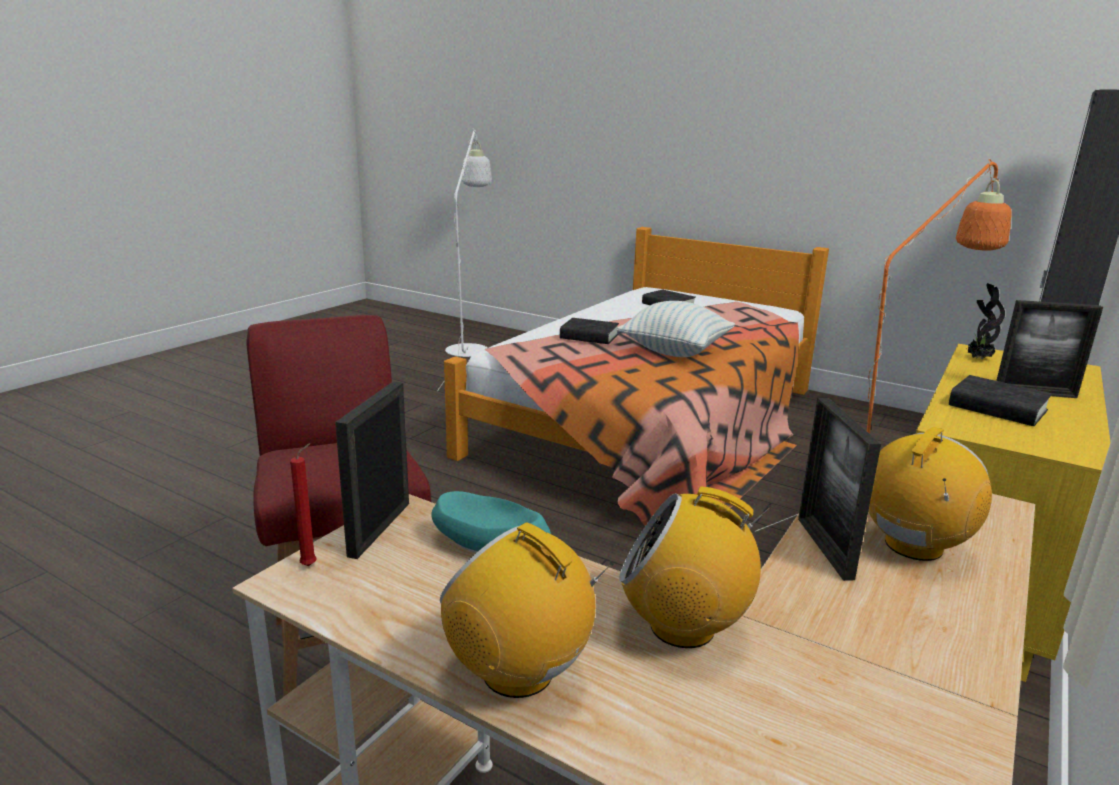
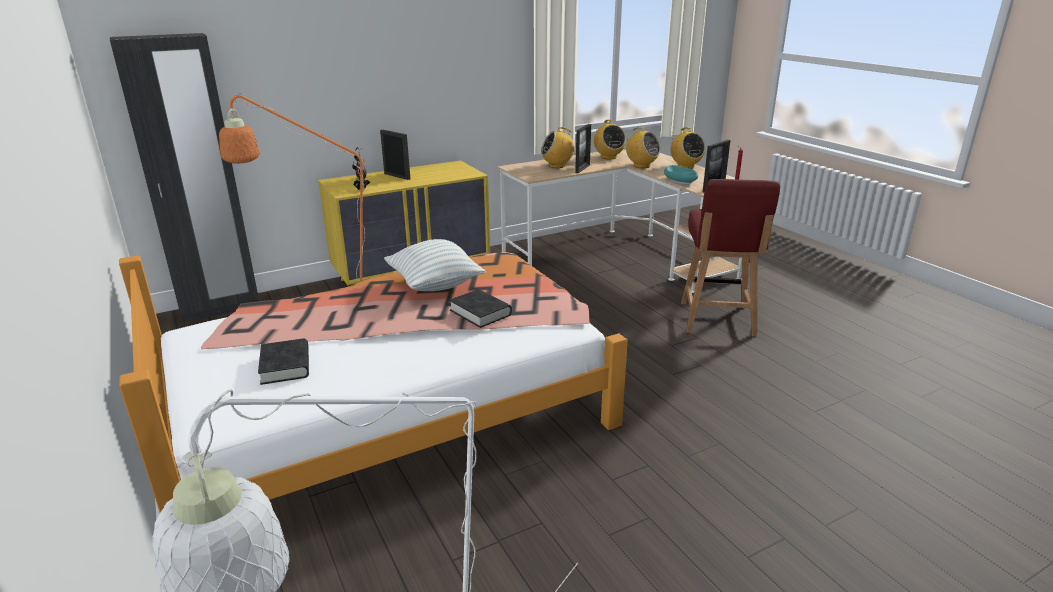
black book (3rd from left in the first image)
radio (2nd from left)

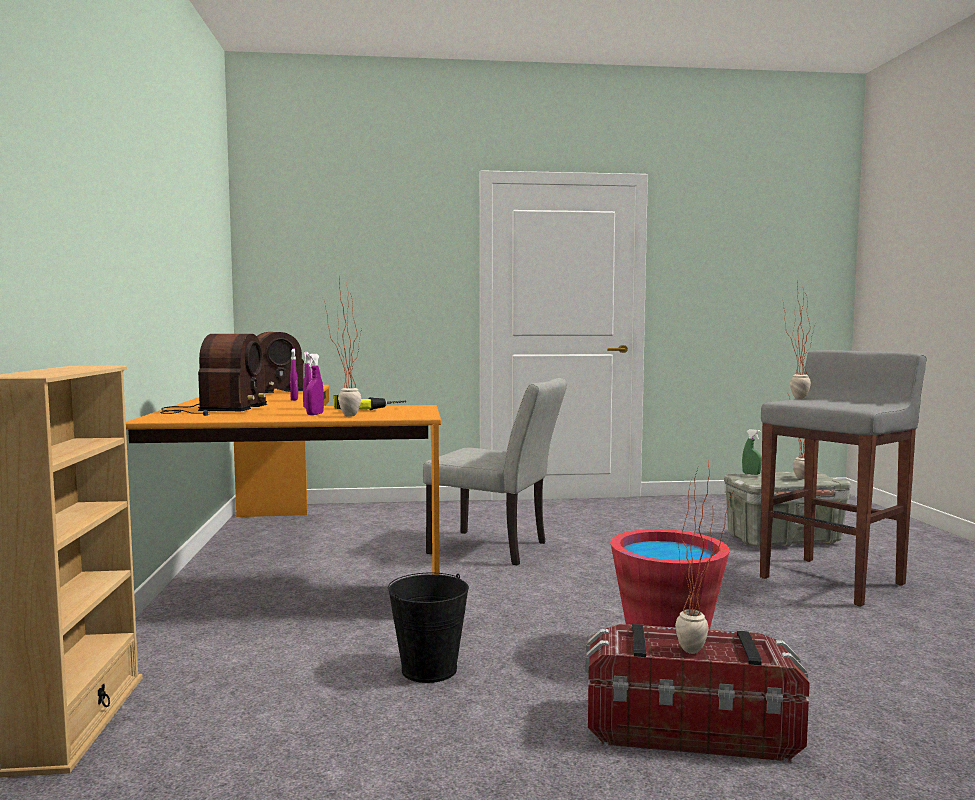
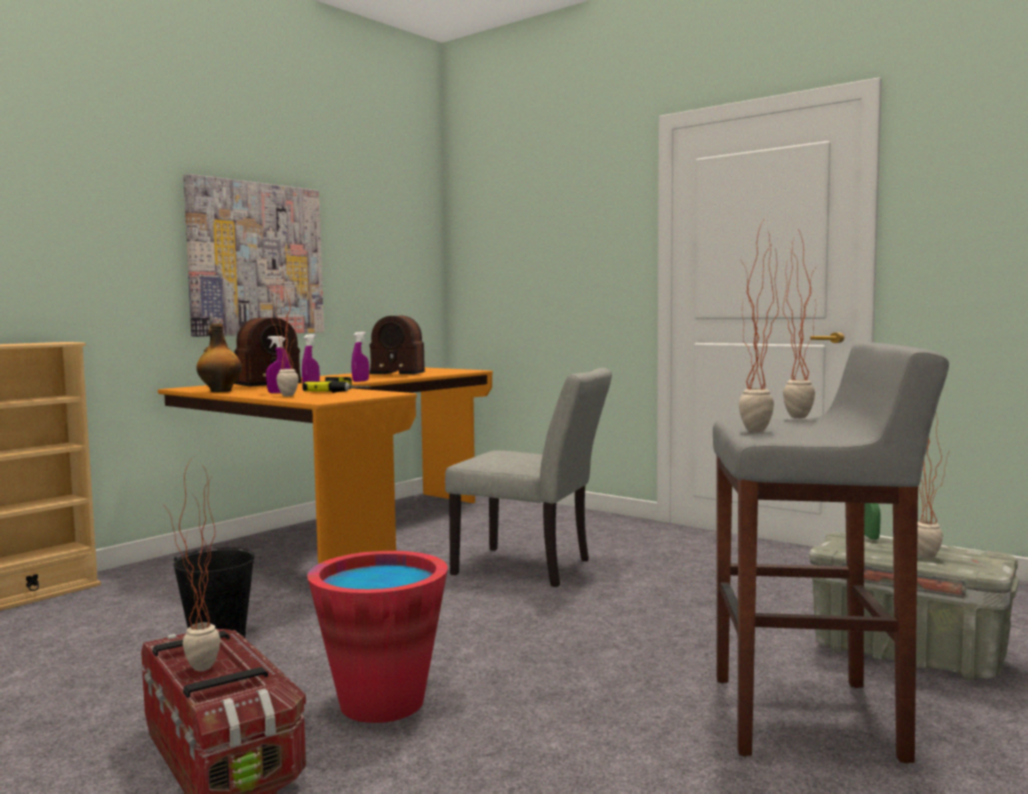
grey chair
picture
potted plant (3rd from left)
bottle

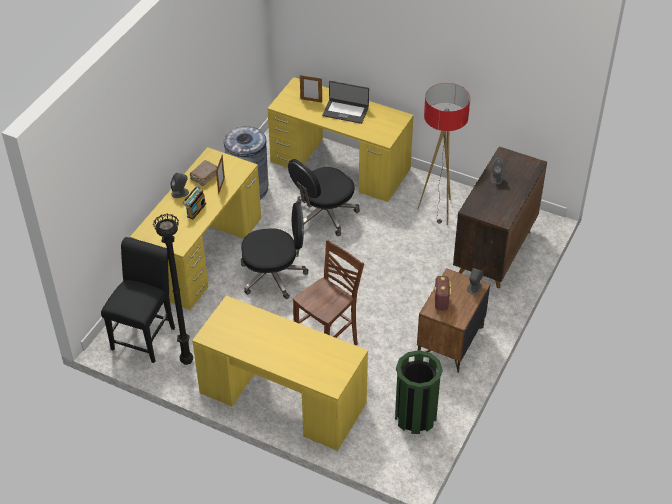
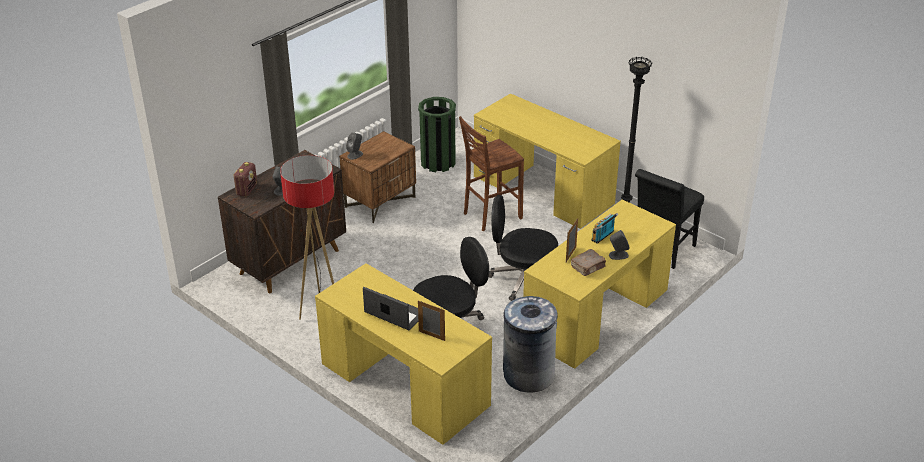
radio (1st from left)

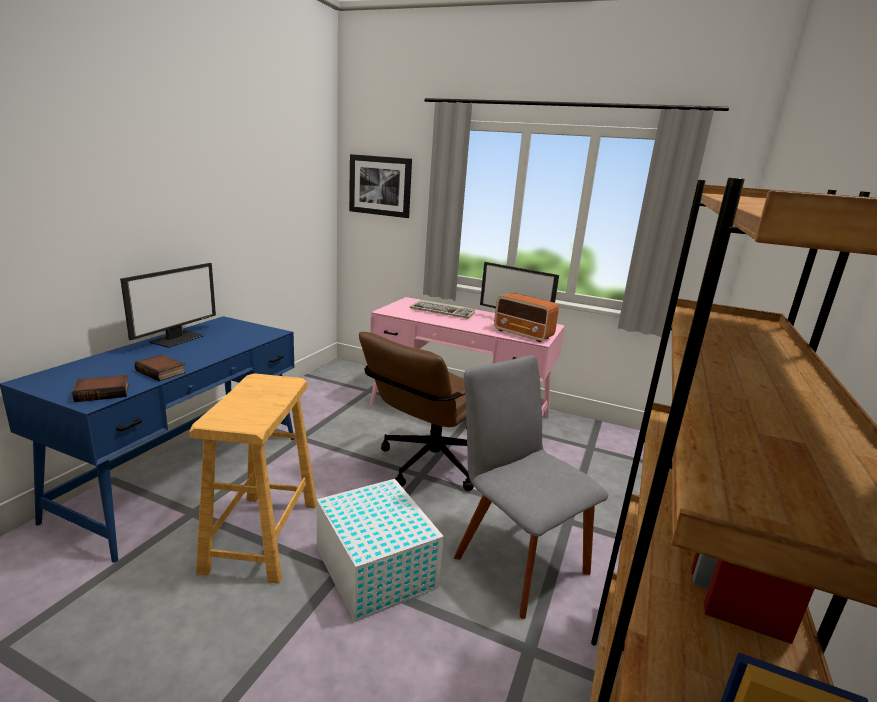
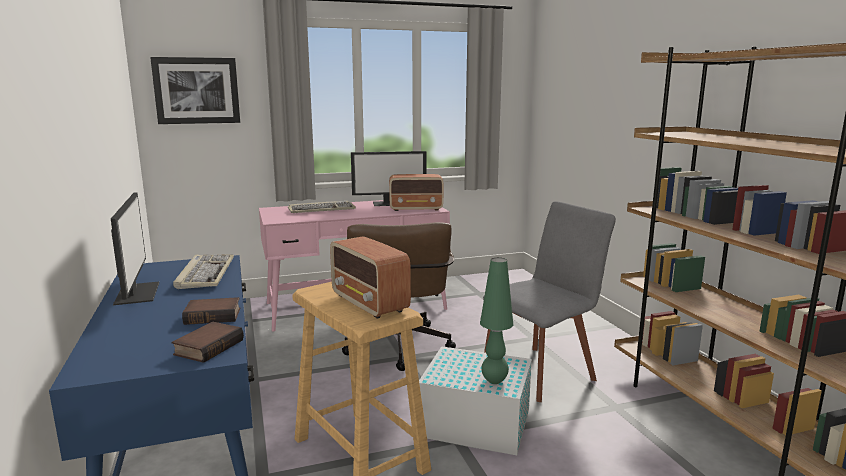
grey chair
radio (1st from left)
keyboard (1st from left)
green table lamp

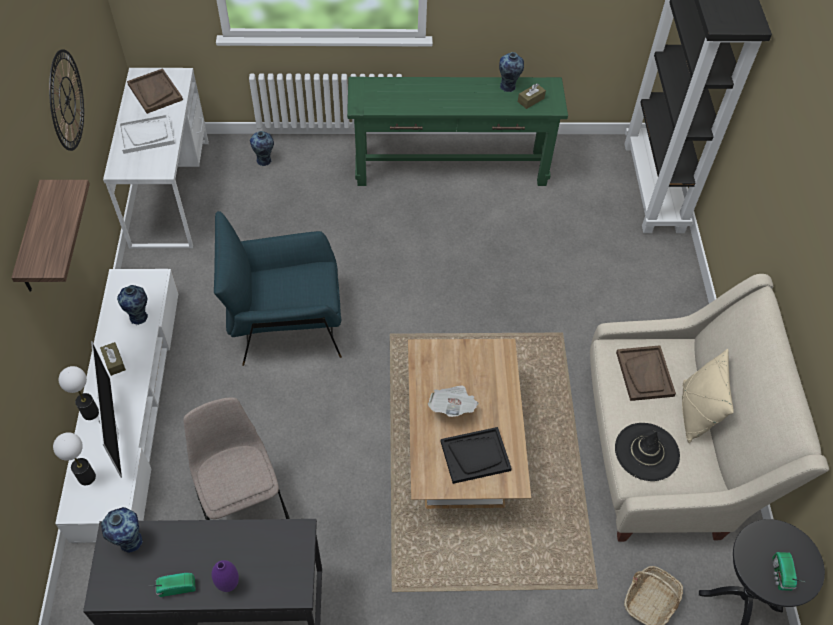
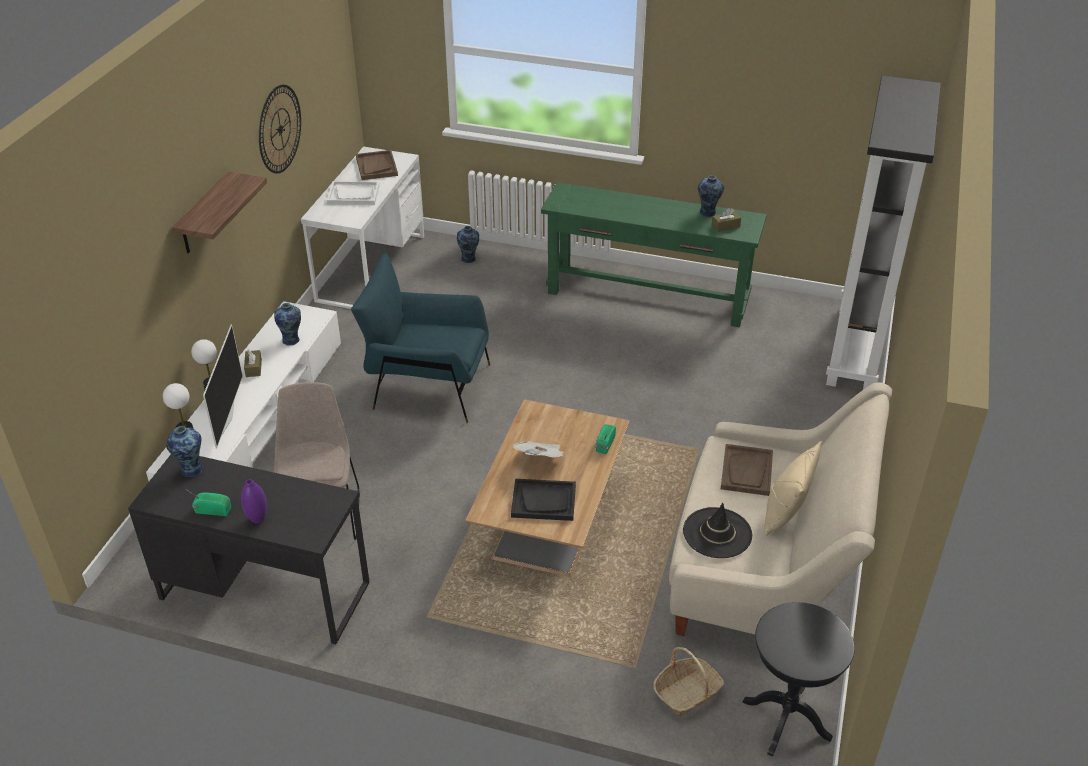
radio (2nd from left)

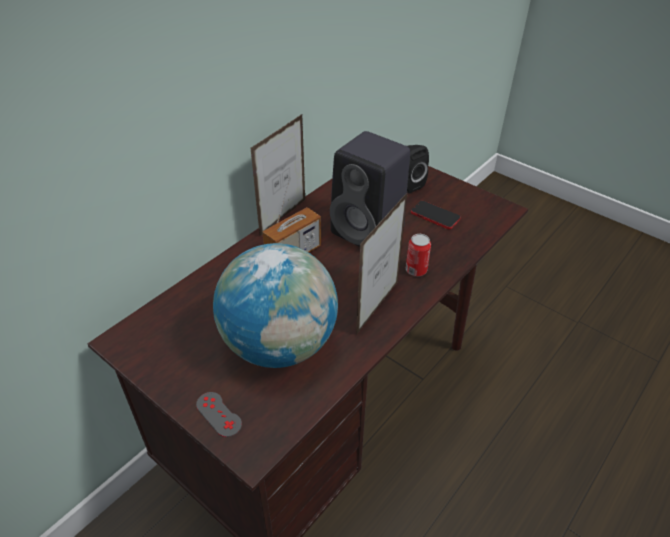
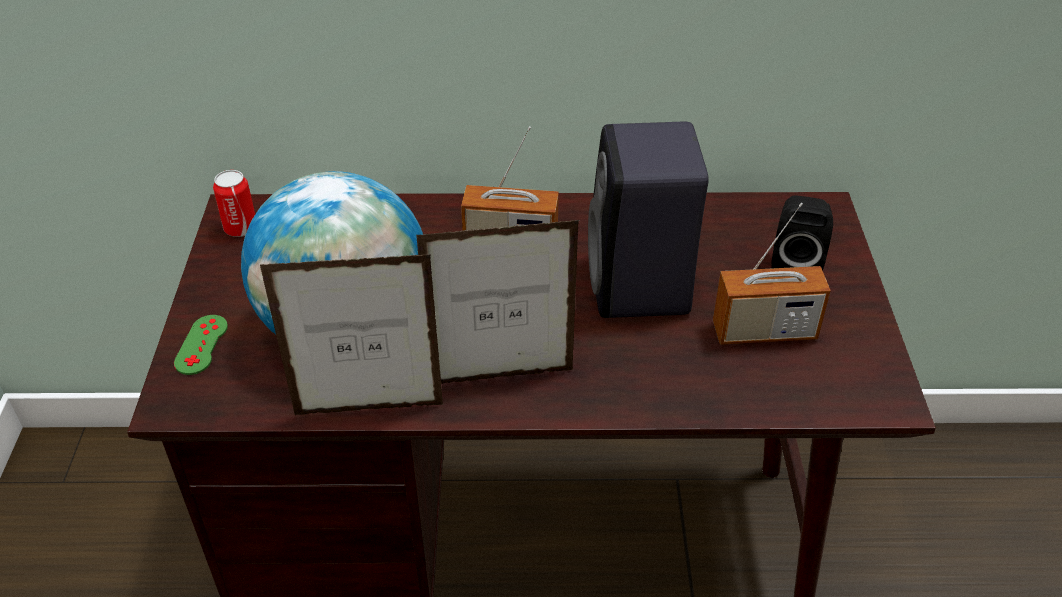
picture frame (1st from left)
radio (2nd from left)
can
green game controller

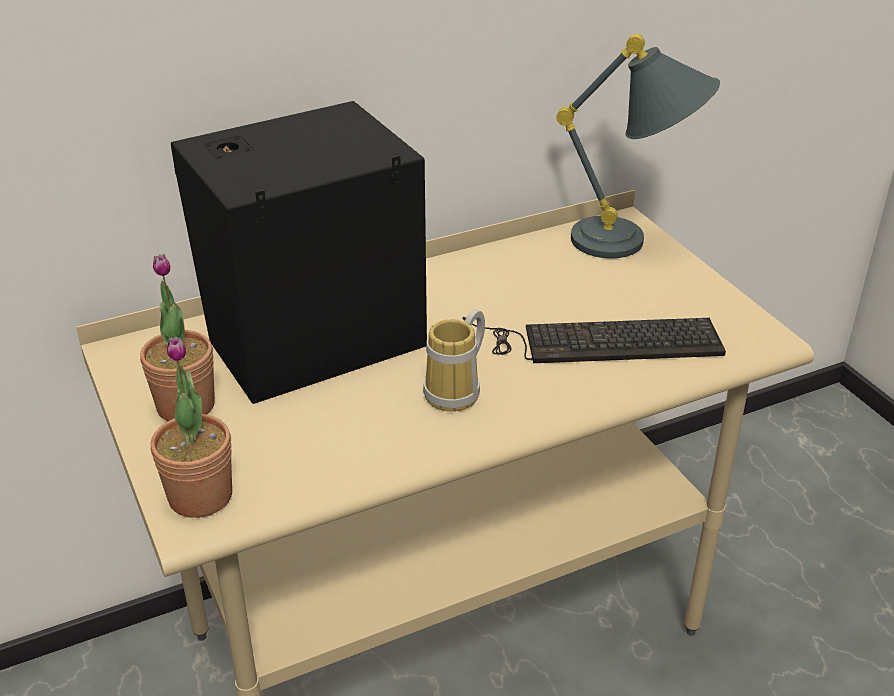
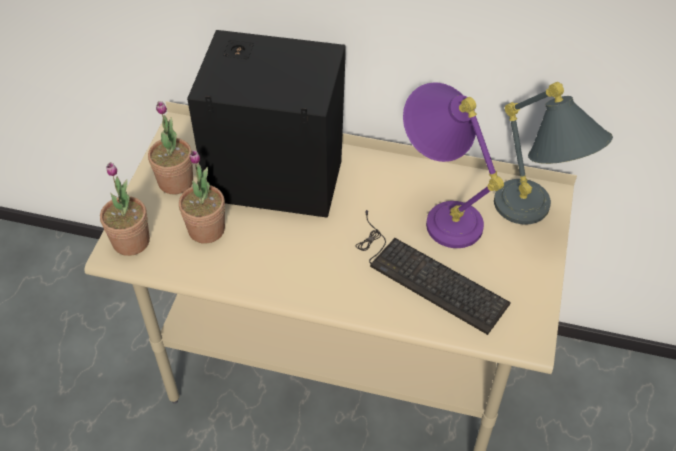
mug
purple table lamp
potted plant (3rd from left)

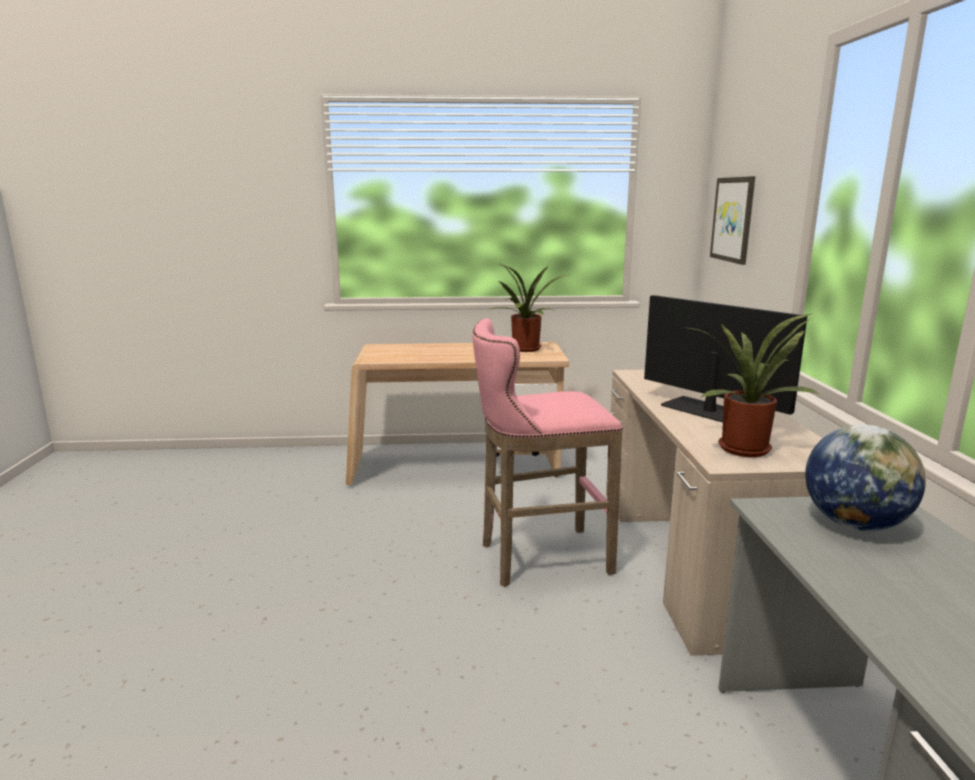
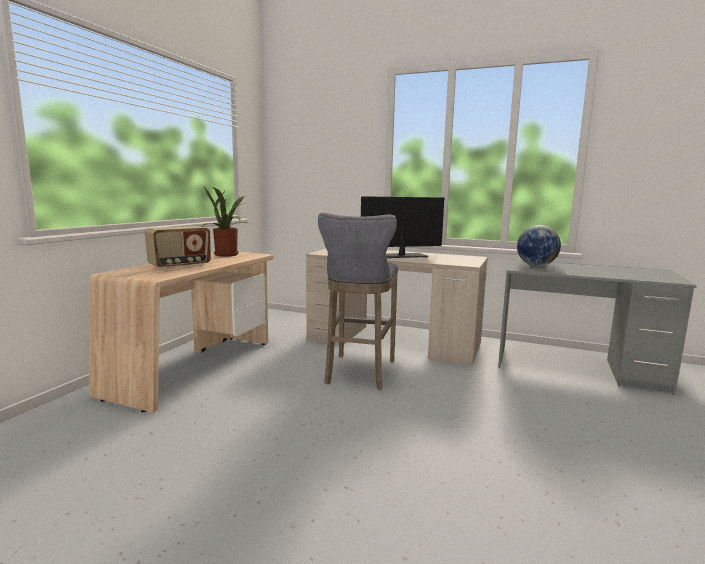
picture
potted plant (2nd from left in the first image)
grey stool
radio

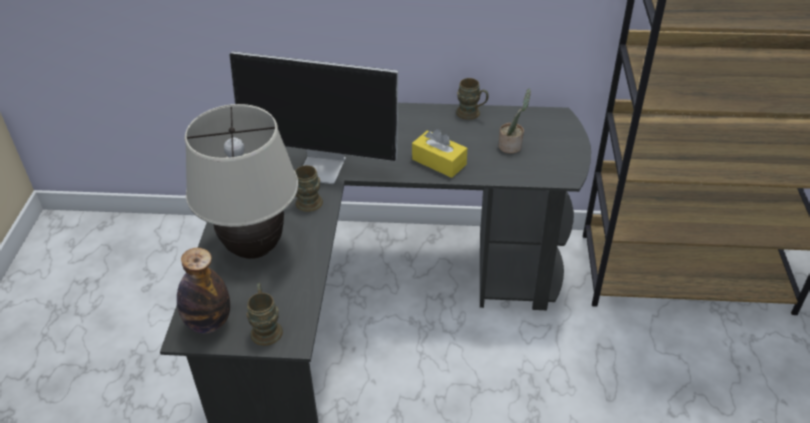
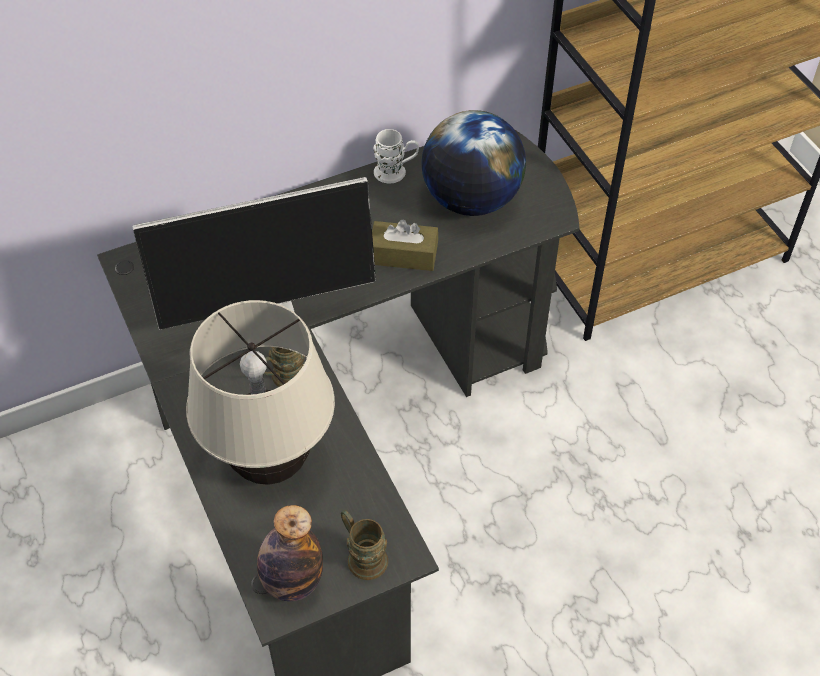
white mug
globe
brown tissue box

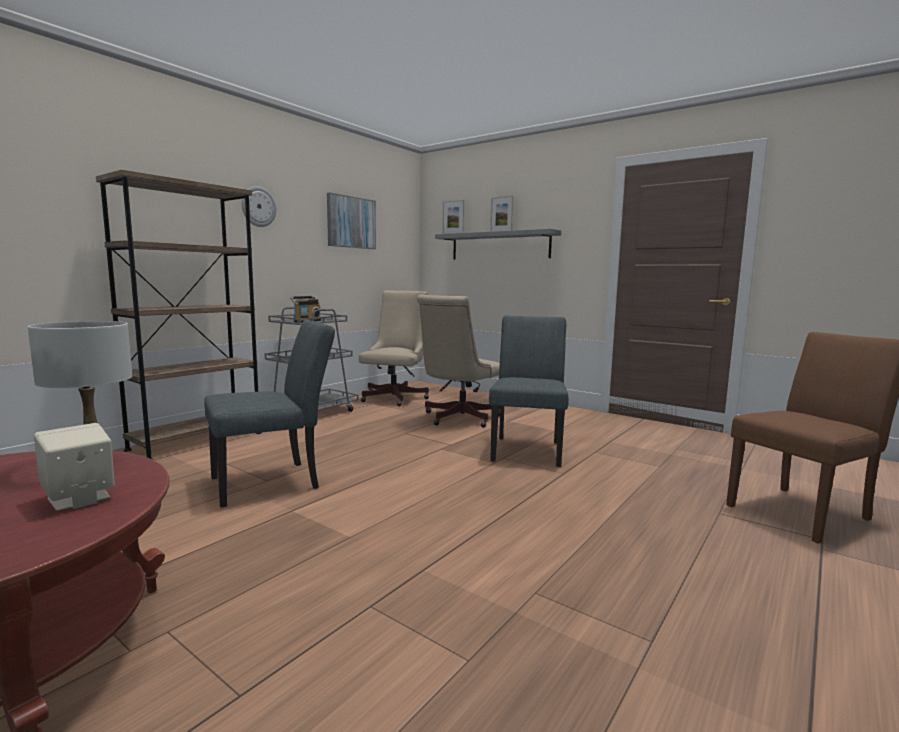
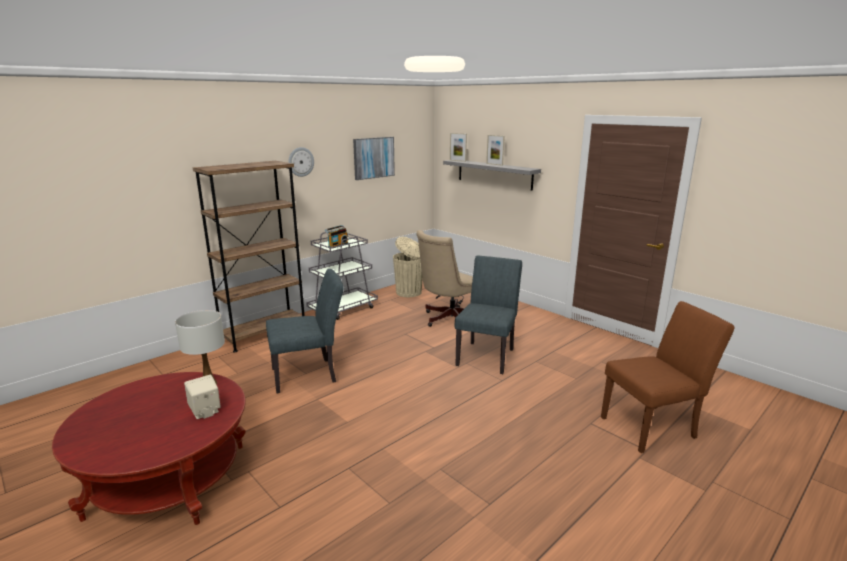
beige trash can

